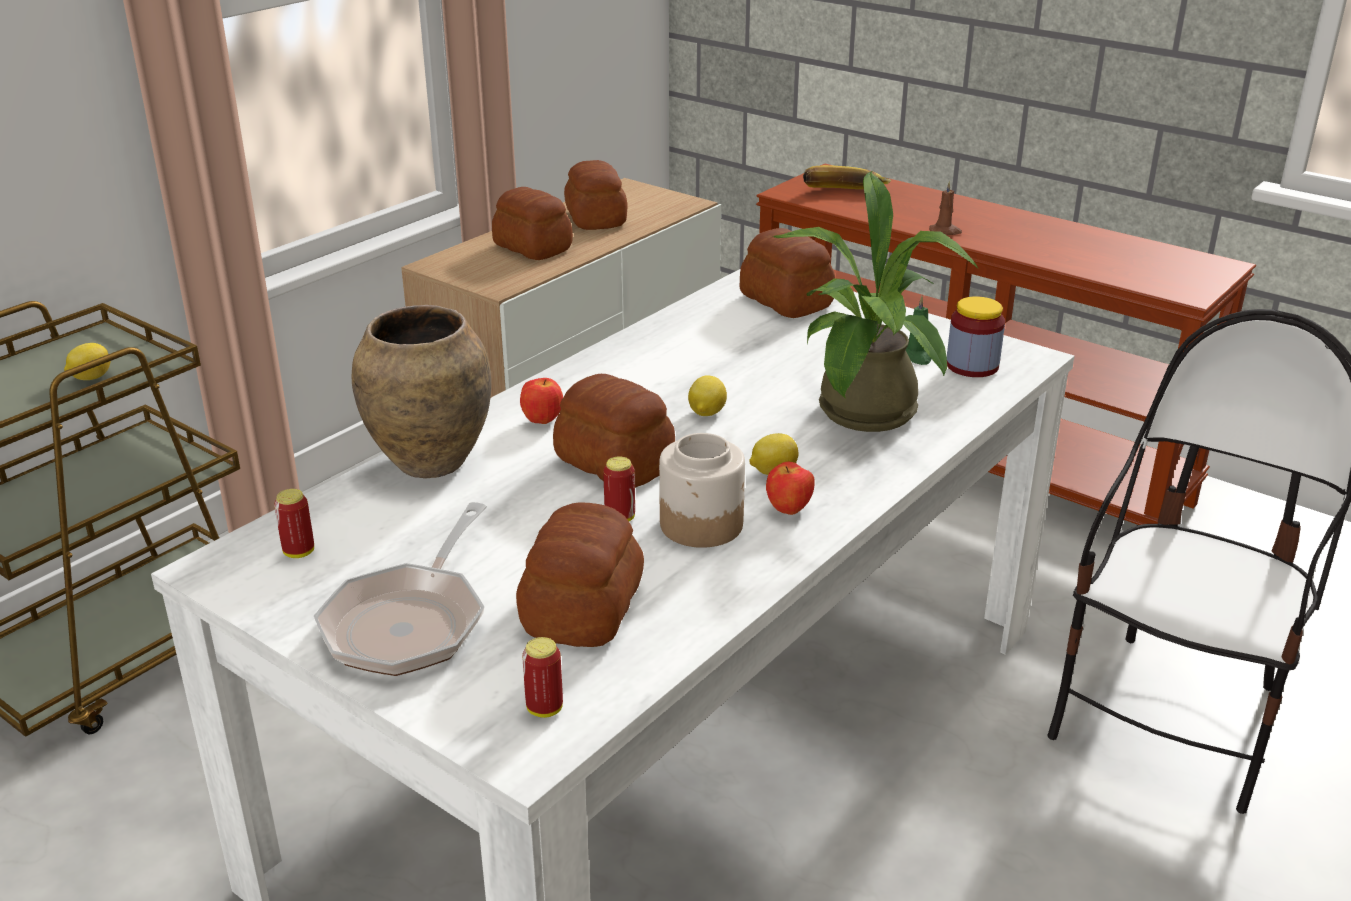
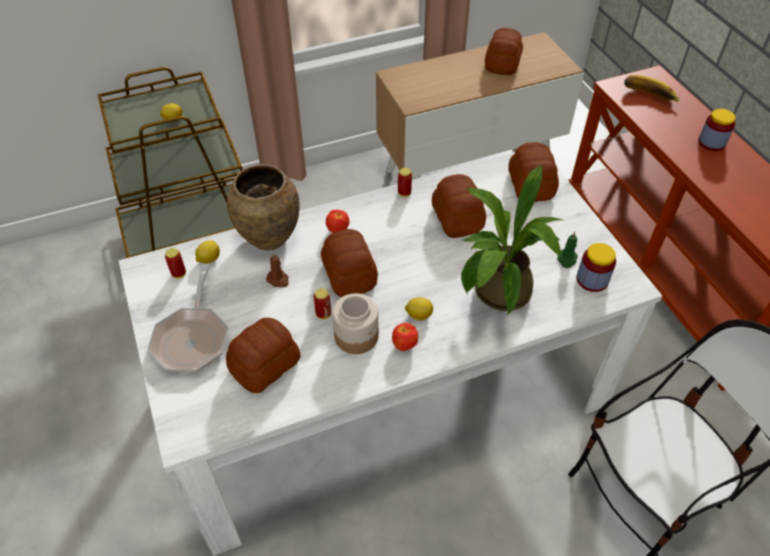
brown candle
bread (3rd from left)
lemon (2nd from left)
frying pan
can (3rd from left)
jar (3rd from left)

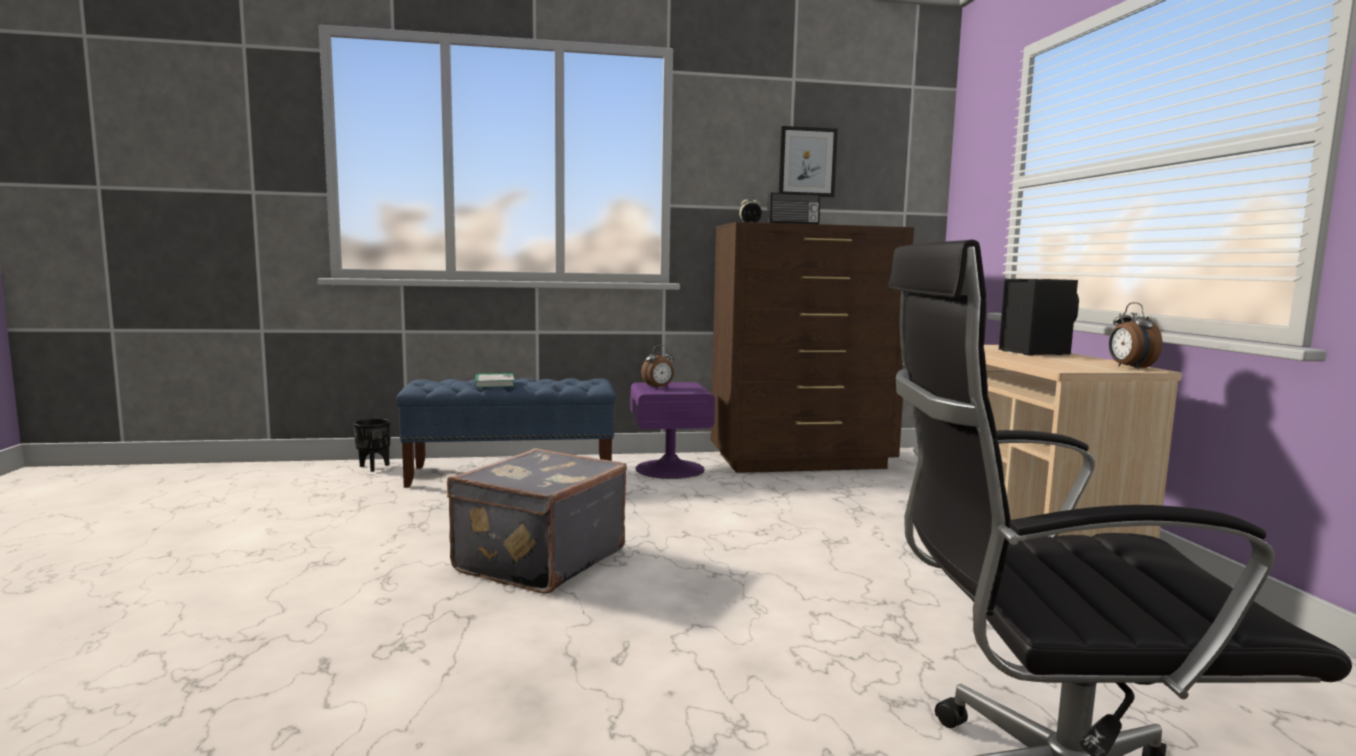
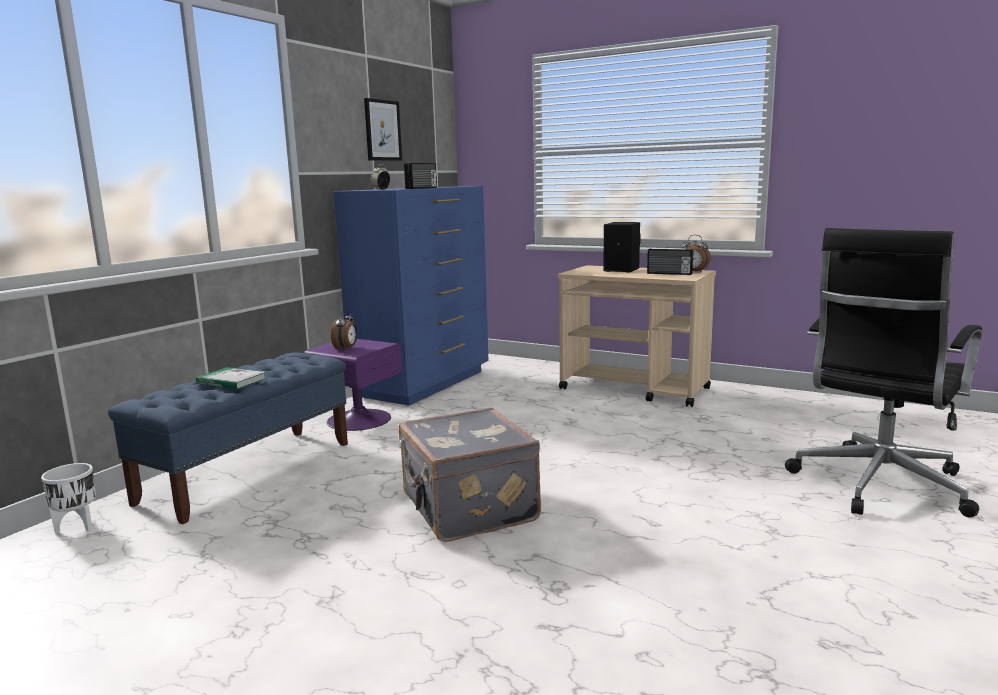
blue dresser
white planter
radio (2nd from left)

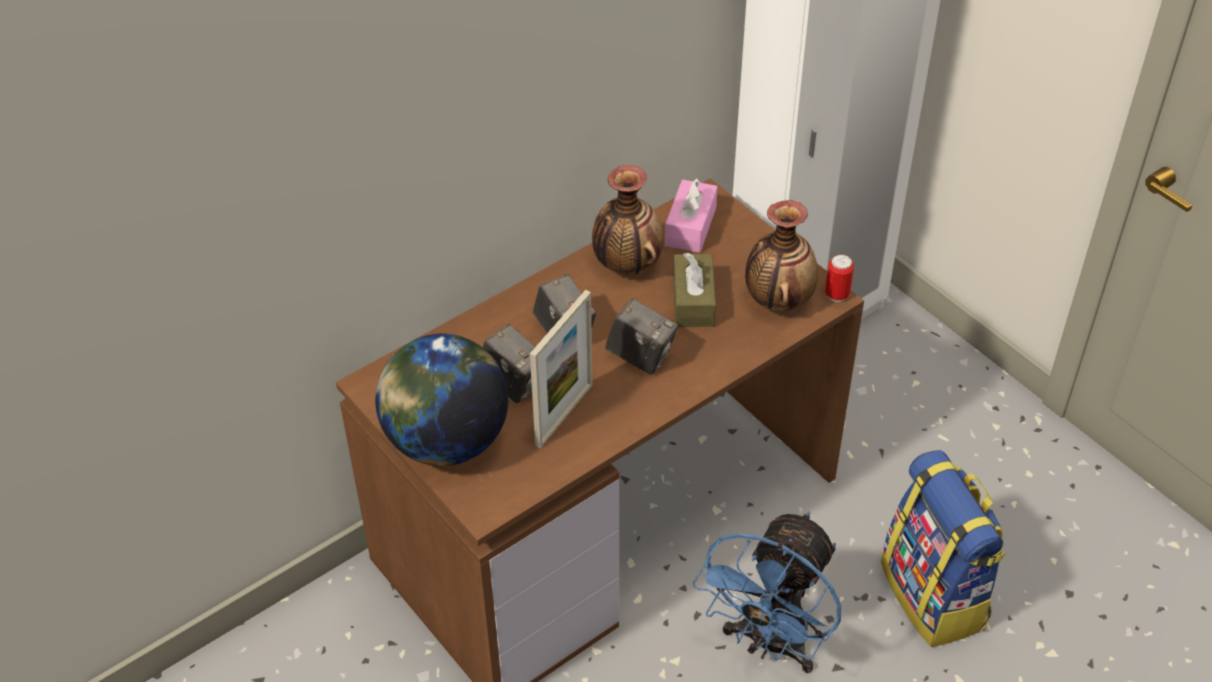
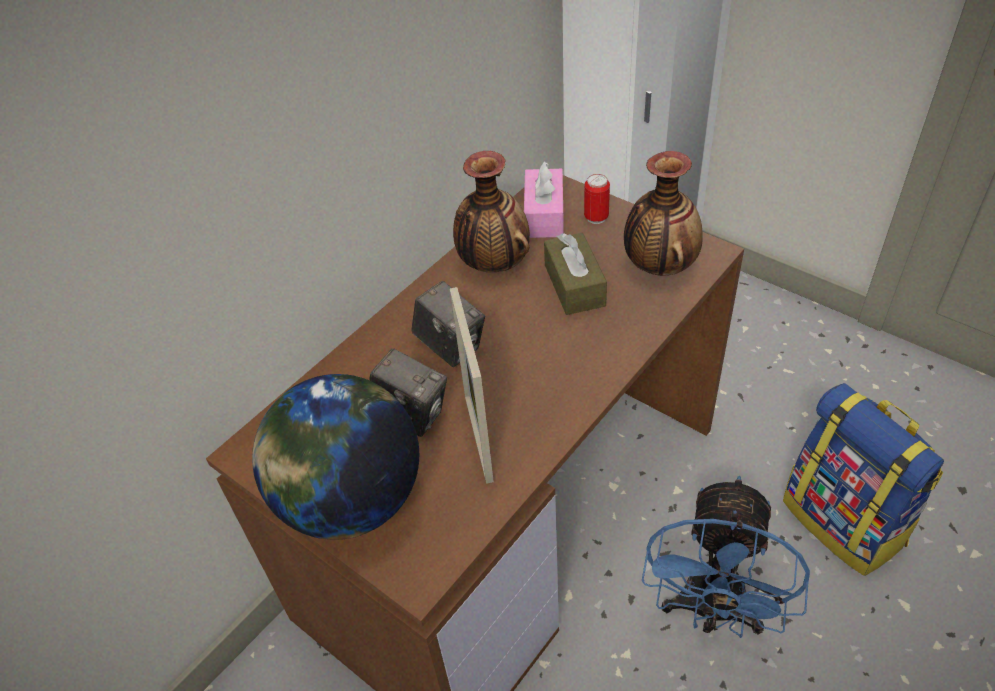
can
picture frame
photo camera (3rd from left in the first image)

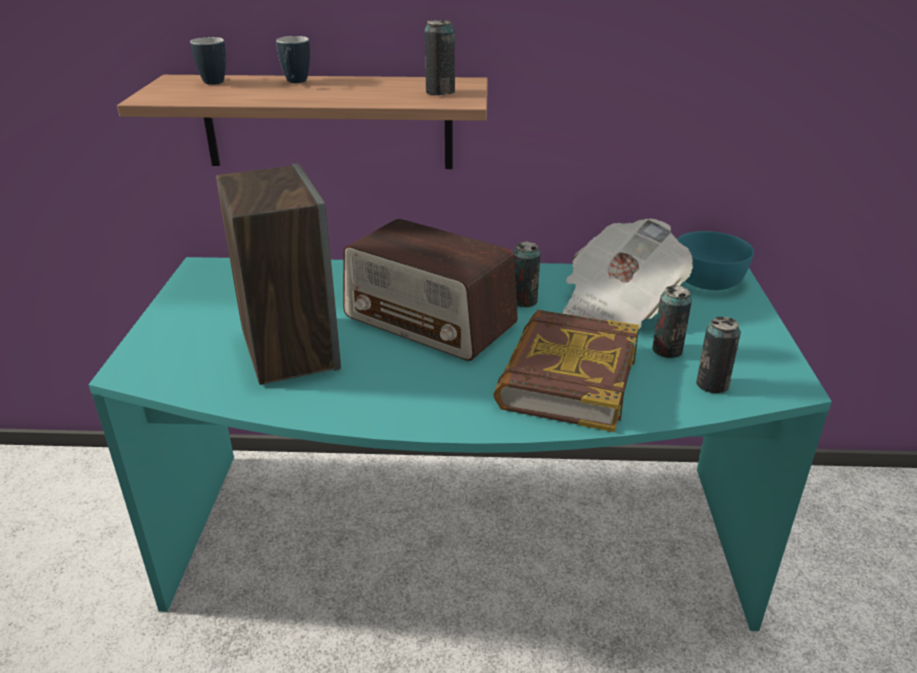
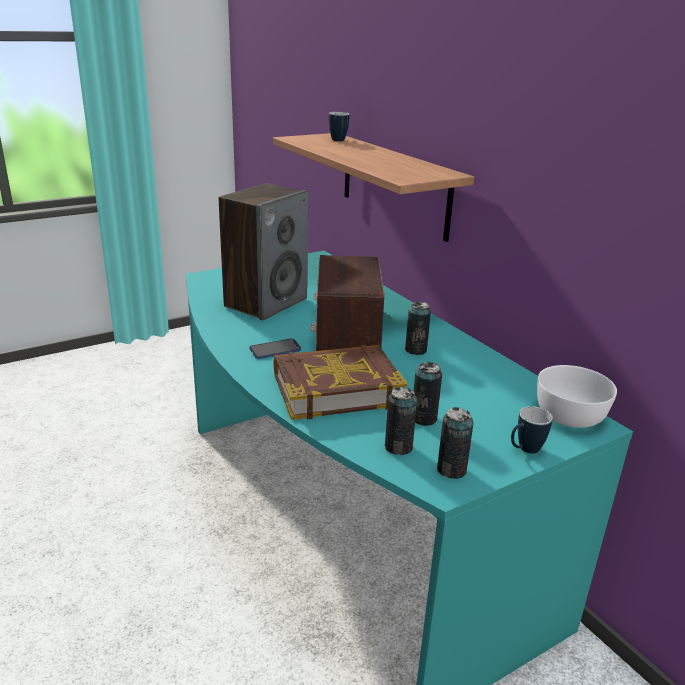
can (4th from left)
mug (2nd from left)
newspaper
white bowl
phone

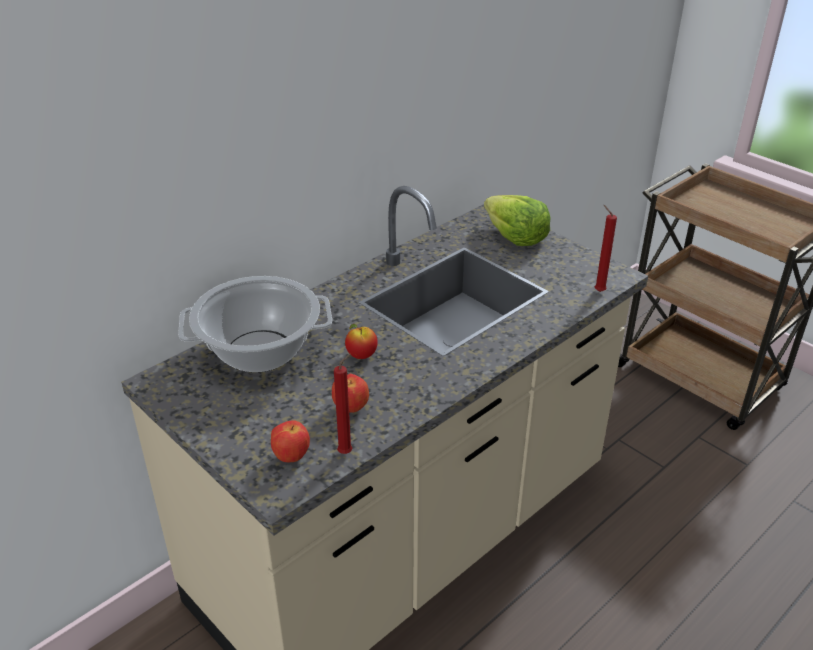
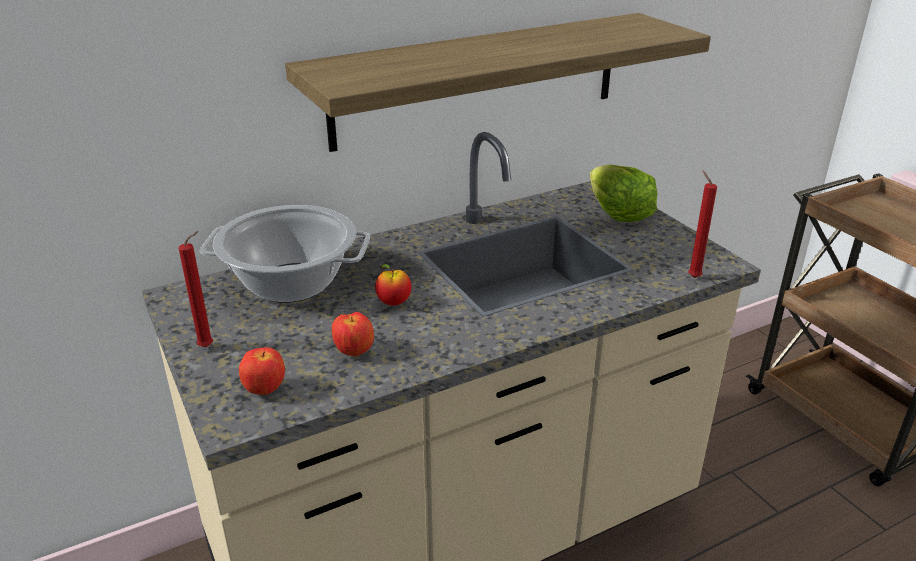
red candle (1st from left)
shelf

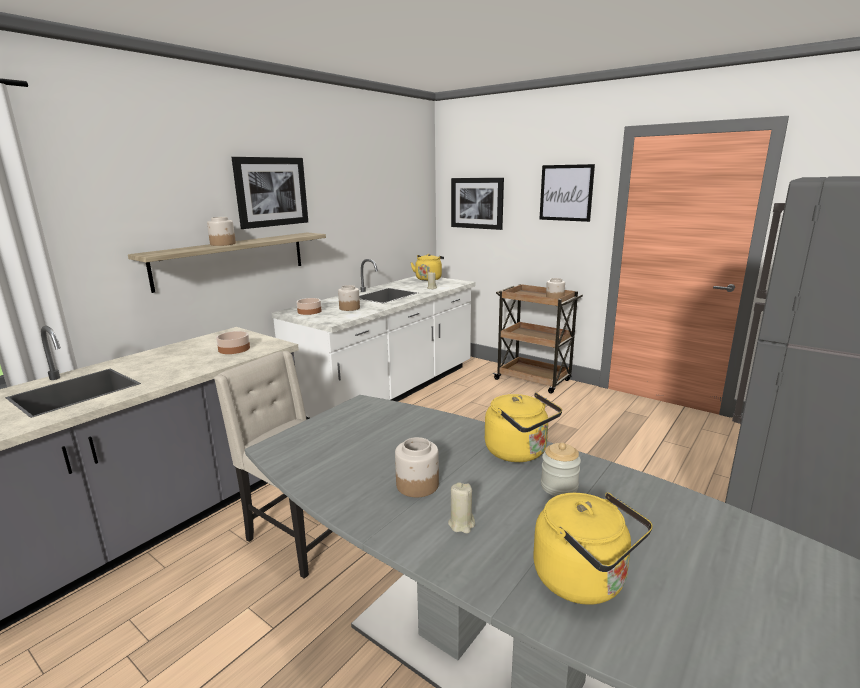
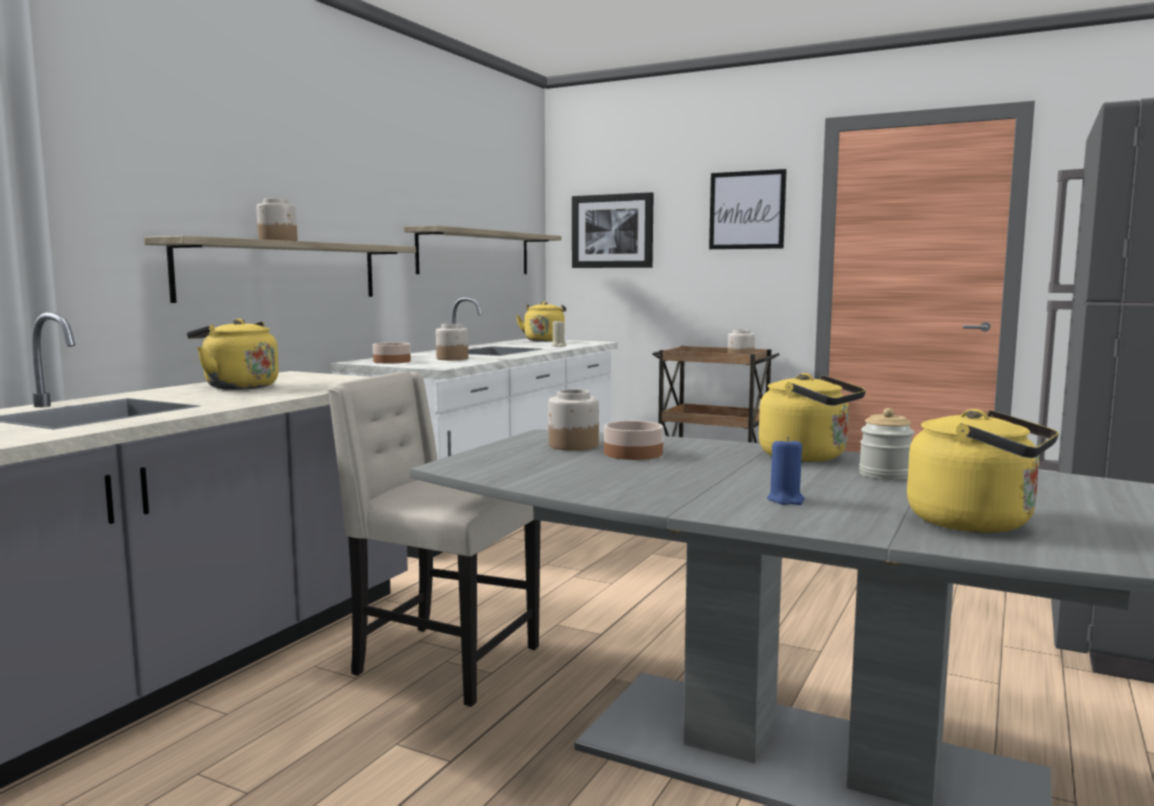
picture (1st from left in the first image)
bowl (2nd from left)
jar (3rd from left)
blue candle
shelf (2nd from left)
yellow kettle (1st from left)

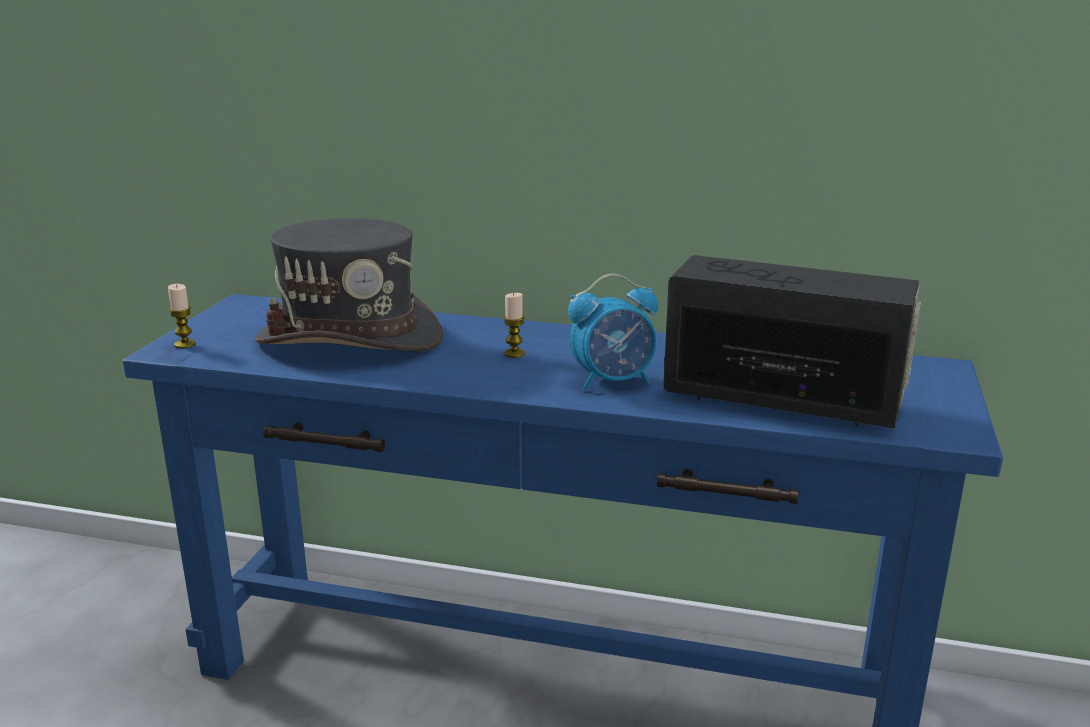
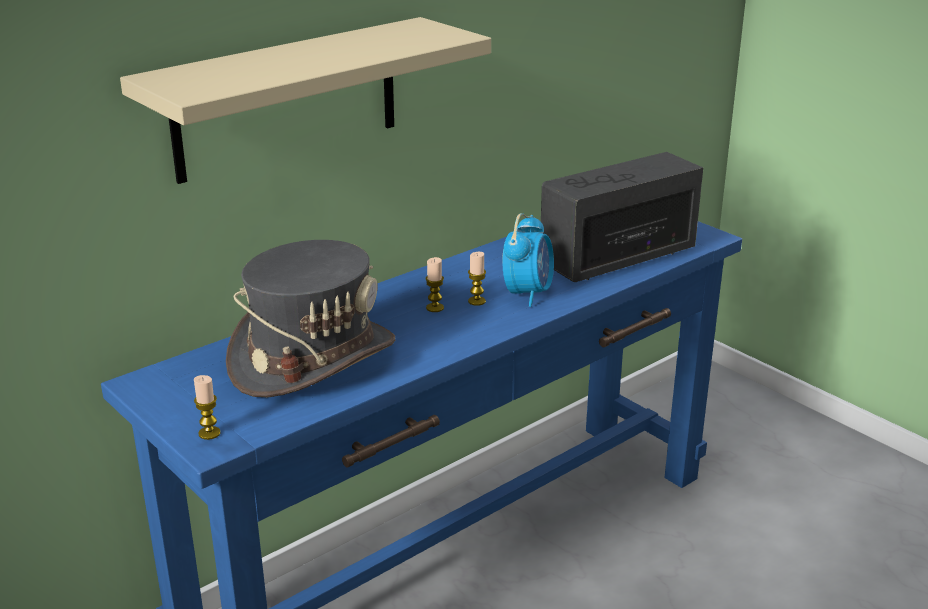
beige shelf
candle (3rd from left)

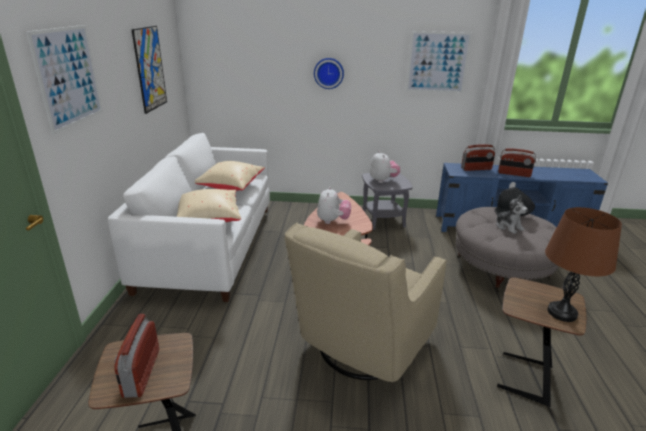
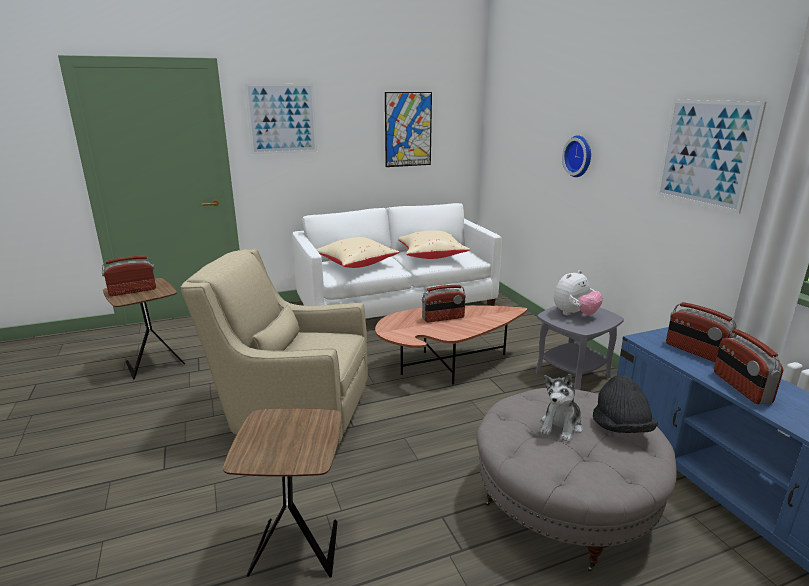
radio (2nd from left)
brown table lamp

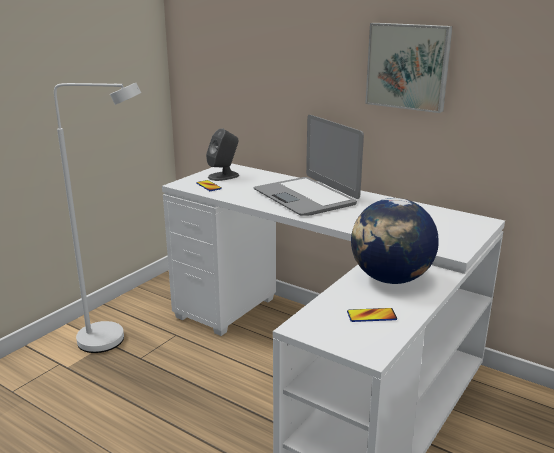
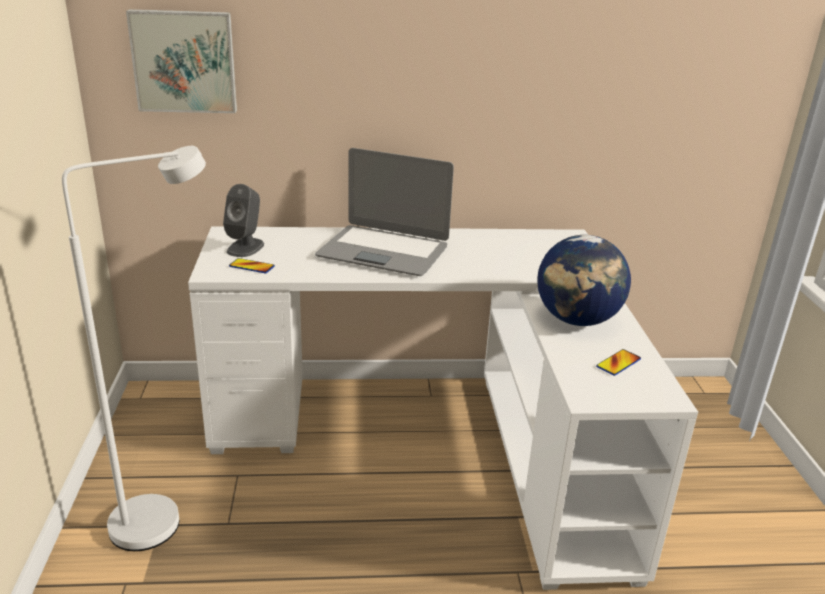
picture

